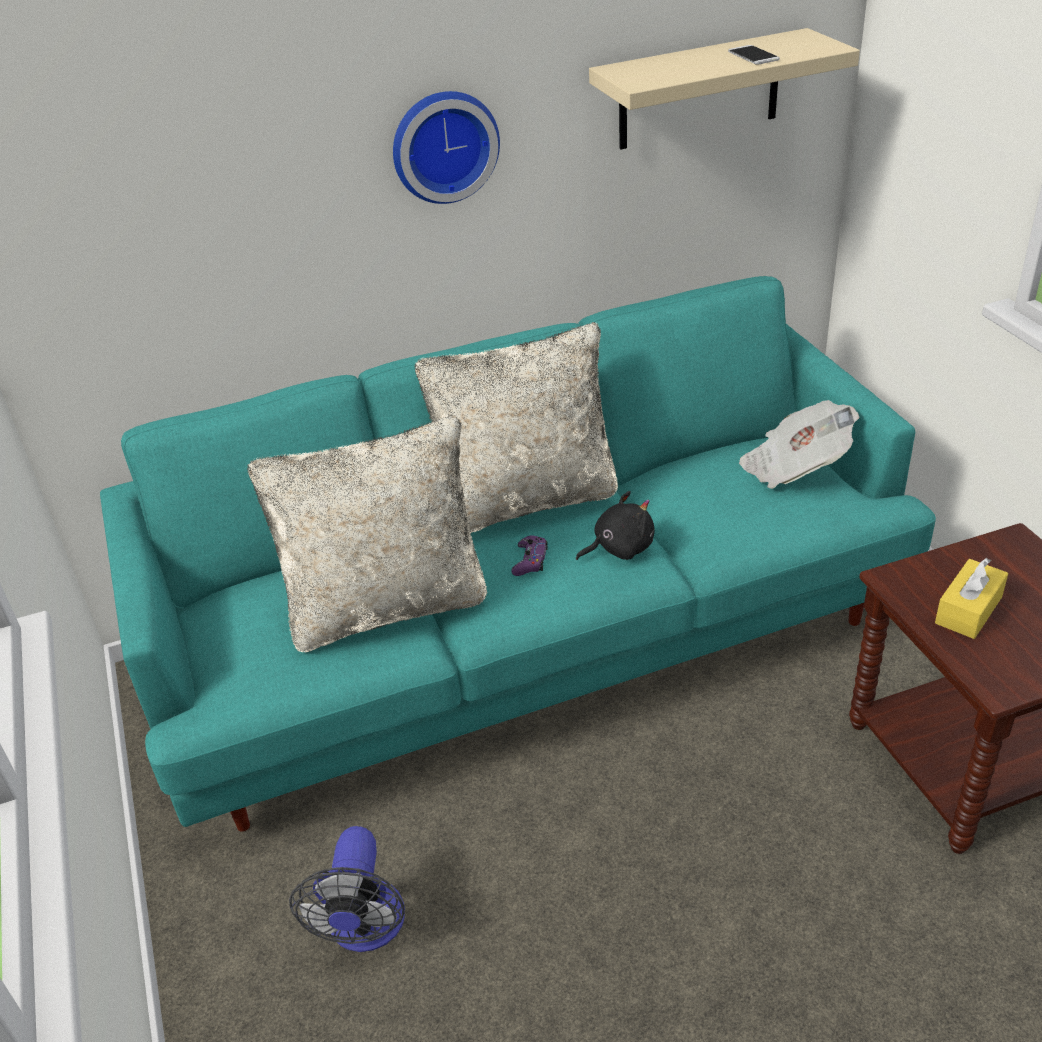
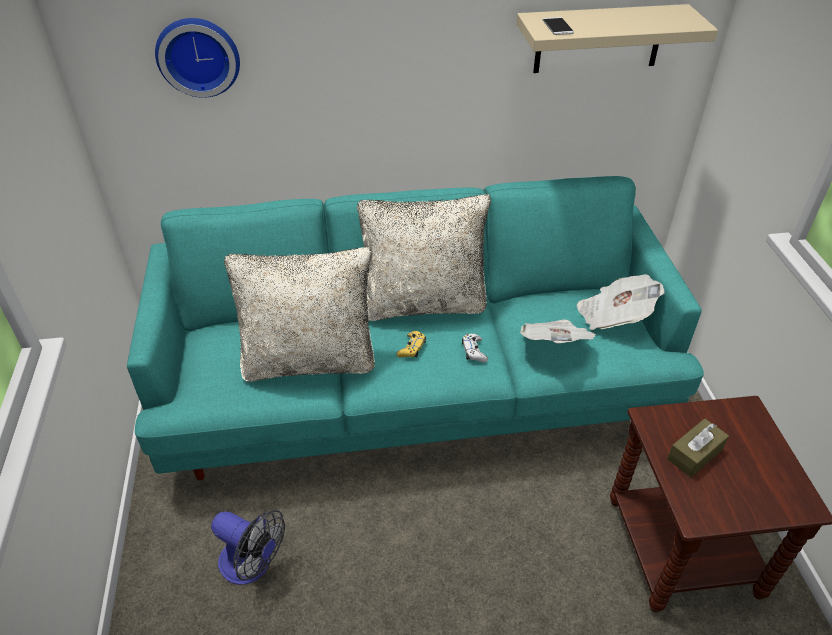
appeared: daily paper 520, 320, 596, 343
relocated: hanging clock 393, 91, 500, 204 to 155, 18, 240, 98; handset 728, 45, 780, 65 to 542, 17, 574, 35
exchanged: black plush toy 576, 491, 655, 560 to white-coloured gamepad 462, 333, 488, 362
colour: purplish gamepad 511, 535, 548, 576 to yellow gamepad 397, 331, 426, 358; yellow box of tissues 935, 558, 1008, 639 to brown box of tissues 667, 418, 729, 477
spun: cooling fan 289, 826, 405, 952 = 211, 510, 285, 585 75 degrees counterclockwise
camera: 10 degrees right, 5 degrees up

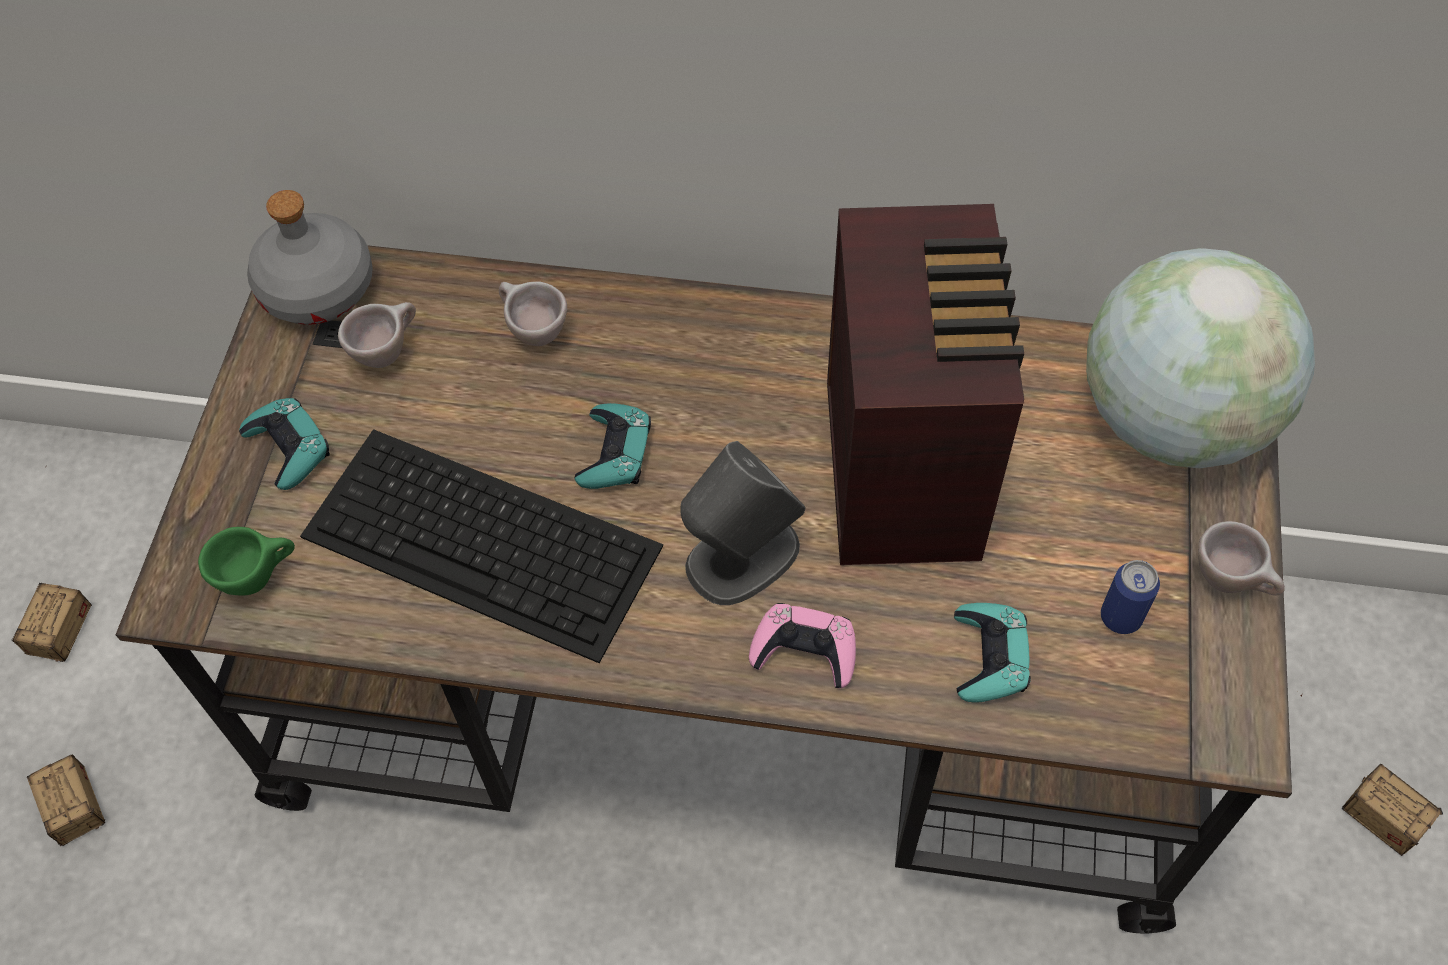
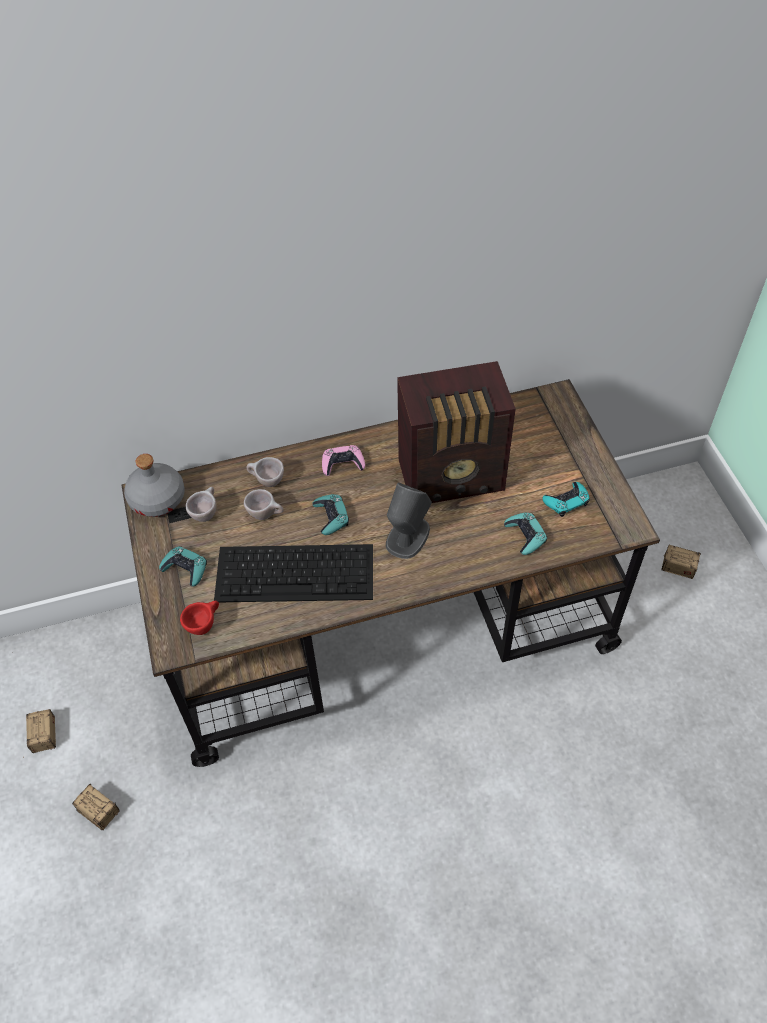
missing: globe 1086, 248, 1315, 468
relocated: beige cup 1198, 521, 1285, 596 to 244, 489, 284, 520; pink-coloured gamepad 749, 603, 856, 688 to 322, 445, 365, 476
exchanged: can 1101, 560, 1160, 634 to turquoise gamepad 542, 482, 589, 517
colour: green-coloured cup 198, 527, 295, 595 to reddish cup 180, 601, 219, 635
spun: radio 827, 204, 1024, 565 = 397, 361, 516, 503 105 degrees clockwise
camera: 25 degrees left, 5 degrees down

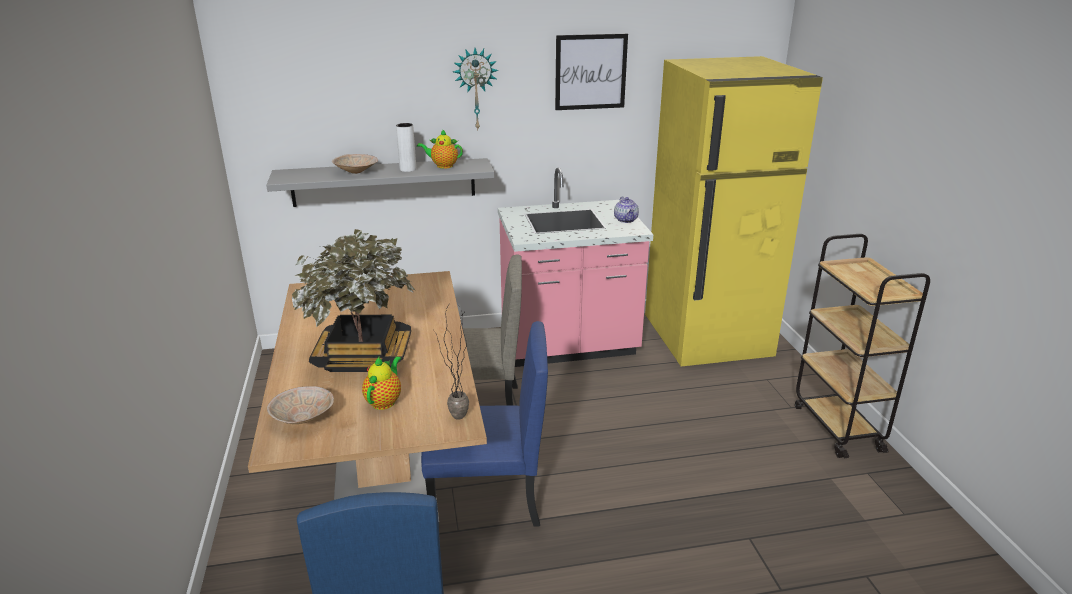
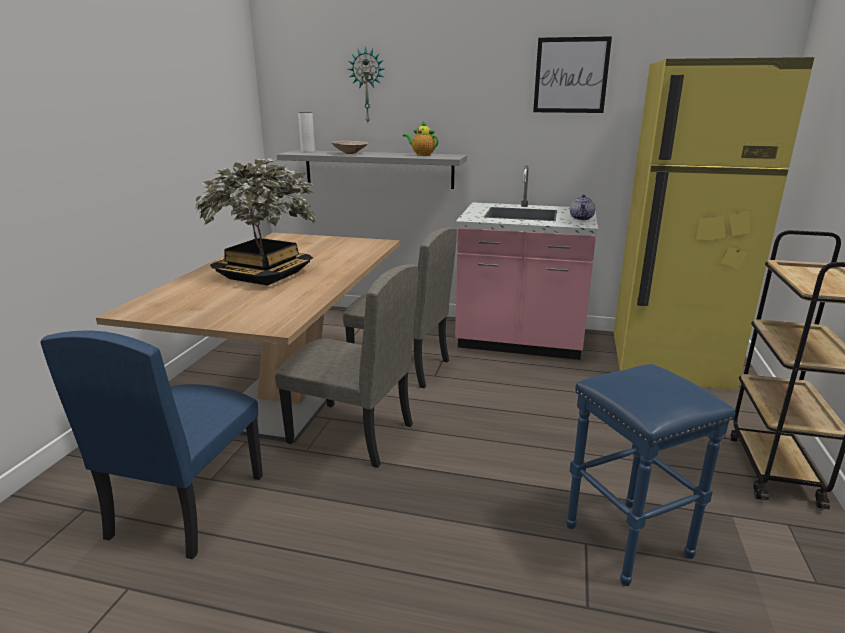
missing: beige deep dish 267, 386, 334, 424; tea pot 362, 356, 401, 410; plant in a pot 434, 302, 469, 420
appeared: blue stool 566, 364, 735, 586
relocated: white-coloured decorative vase 396, 123, 416, 172 to 298, 112, 315, 153; hanging clock 453, 48, 499, 130 to 348, 47, 385, 122
colour: blue upright chair 421, 321, 548, 526 to beige upright chair 275, 264, 418, 468
camera: 25 degrees right, 5 degrees down

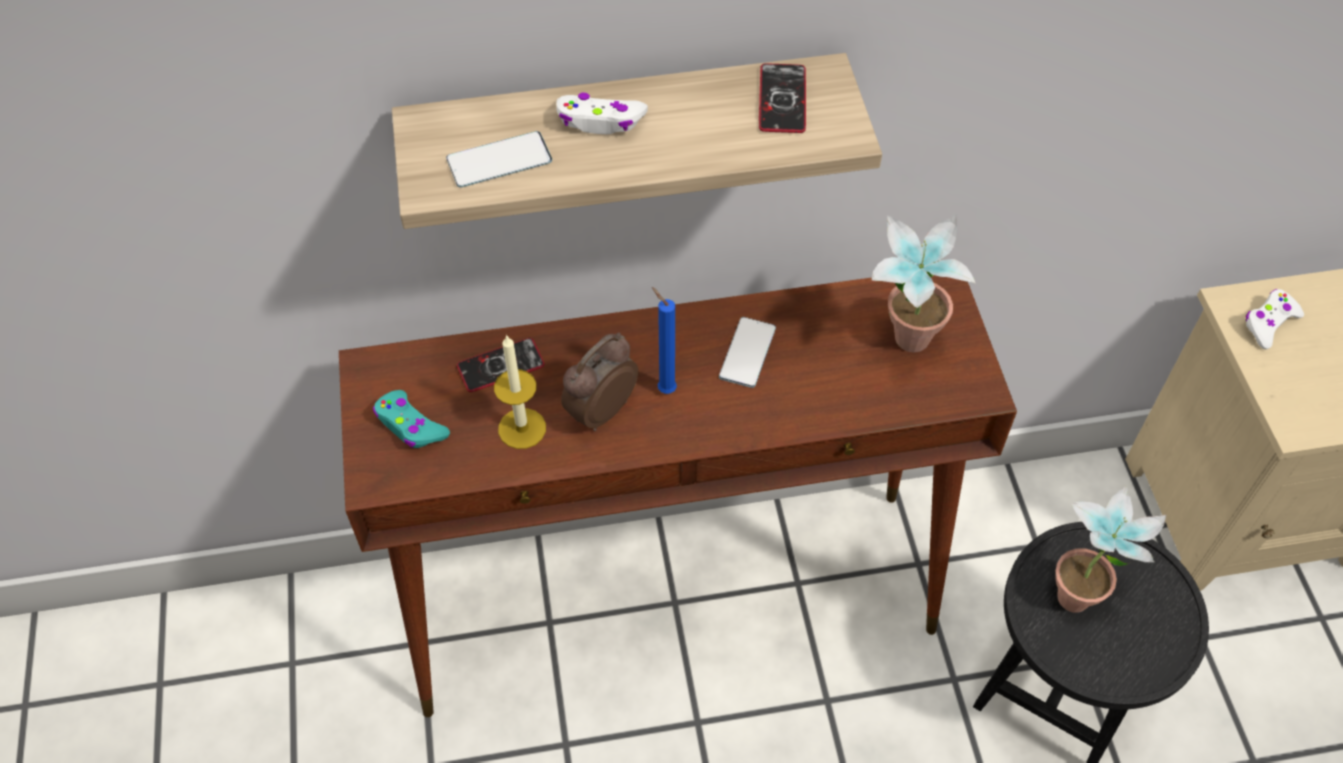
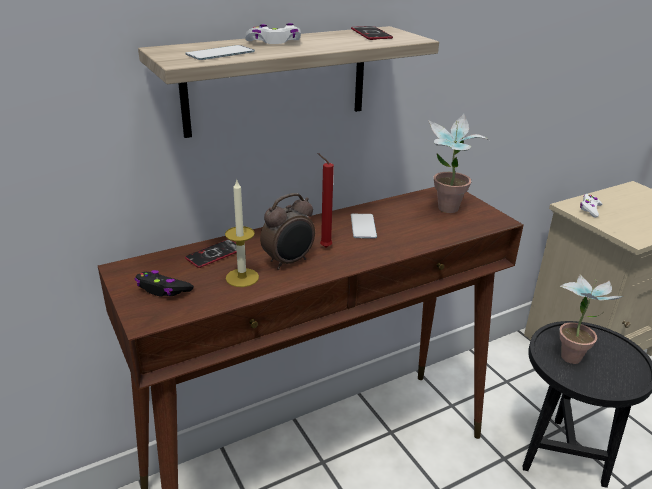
colour: turquoise gamepad 373, 390, 450, 448 to black gamepad 135, 270, 194, 297; blue wax light 652, 287, 677, 394 to reddish wax light 318, 153, 334, 247
spun: table clock 561, 332, 638, 431 = 260, 193, 315, 270 150 degrees counterclockwise
camera: 20 degrees left, 25 degrees down

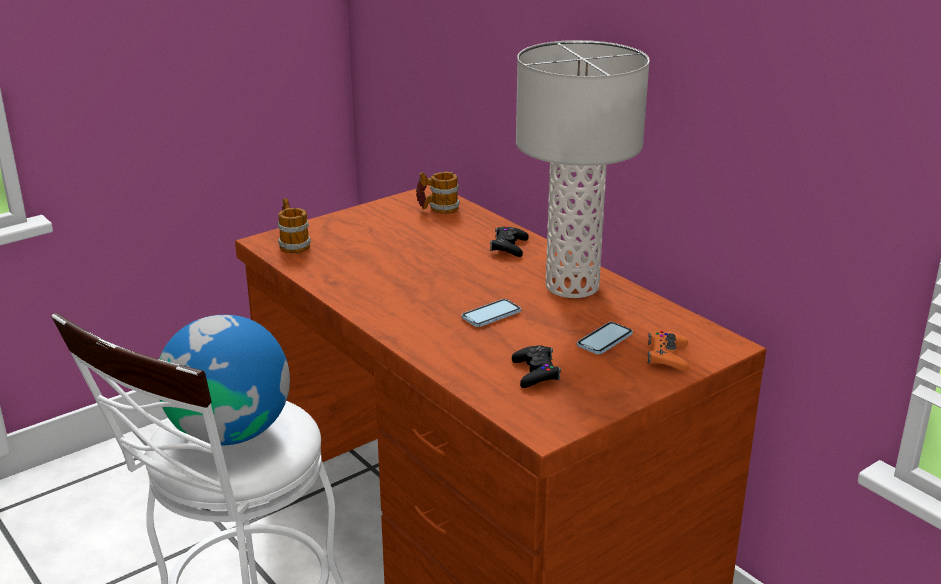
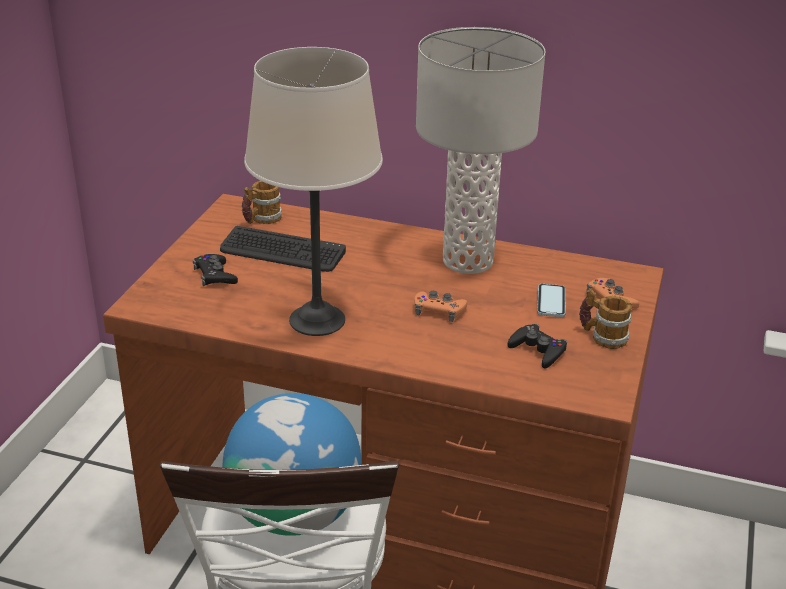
appeared: keyboard 220, 226, 346, 272; beige lamp for a table 244, 47, 383, 336
relocated: black gamepad 490, 226, 529, 257 to 193, 254, 238, 286; mug 277, 198, 311, 253 to 579, 289, 632, 349
exchanged: handset 462, 299, 521, 327 to orange-coloured gamepad 414, 291, 467, 322
camera: 35 degrees left, 5 degrees up

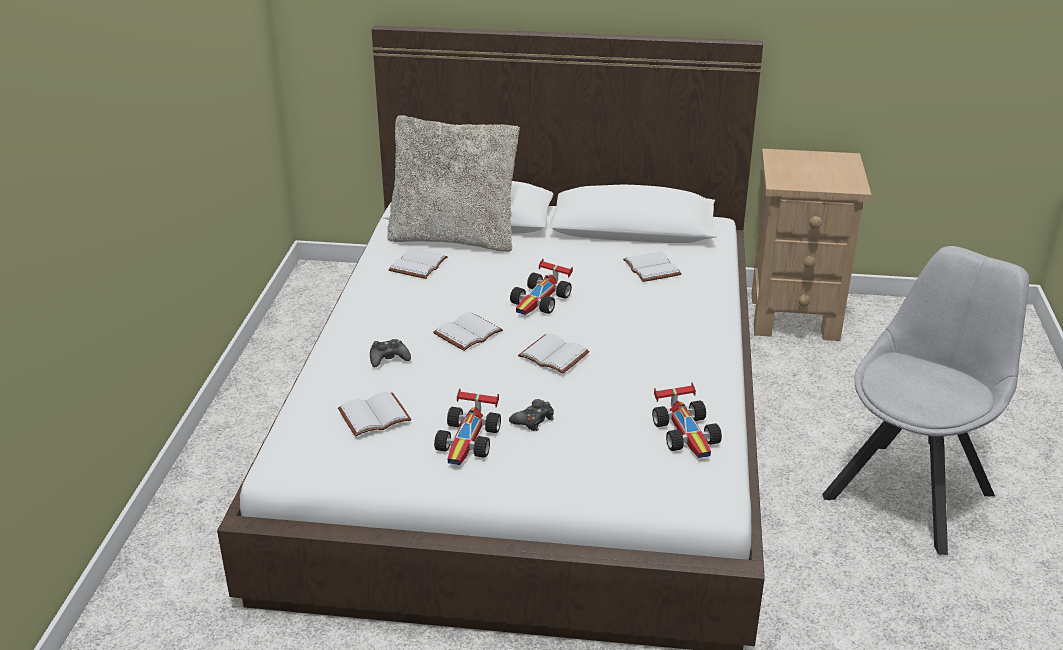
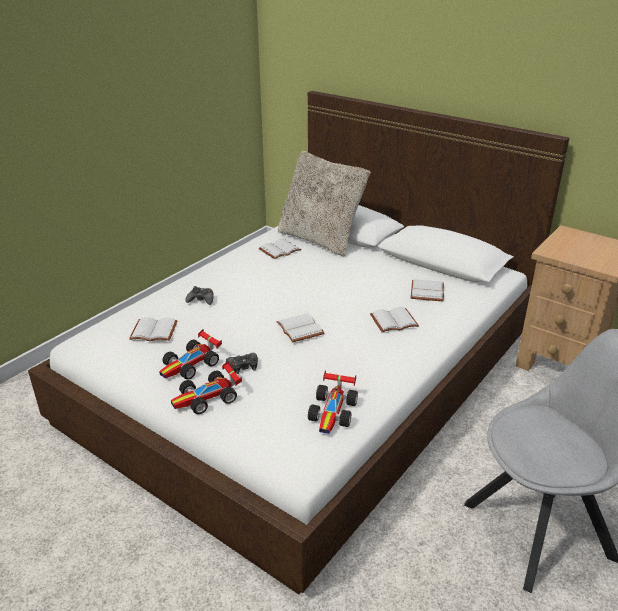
relocated: model car 510, 259, 573, 315 to 171, 361, 242, 414; white-coloured book 433, 312, 503, 351 to 370, 307, 419, 332
camera: 30 degrees right, 0 degrees up

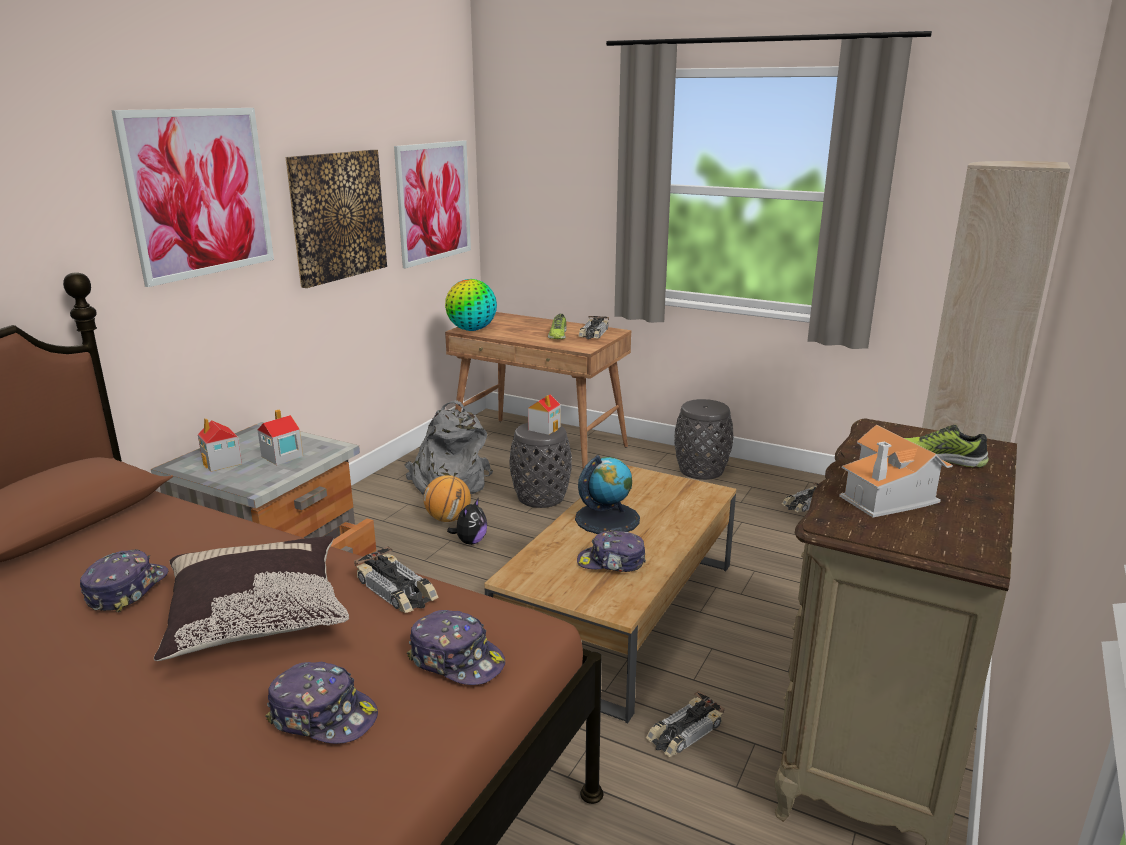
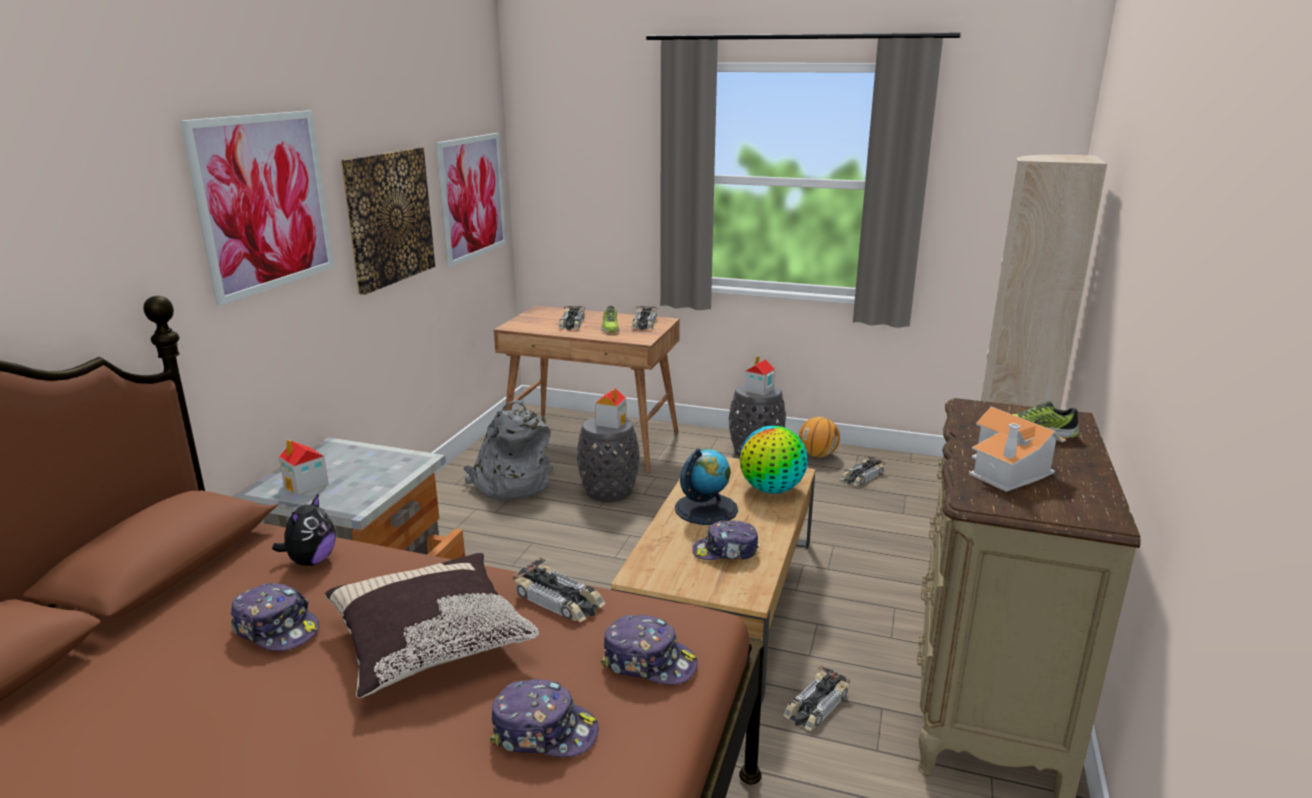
appeared: model car 559, 306, 585, 330
relocated: plush toy 447, 498, 487, 545 to 272, 494, 336, 566; globe 445, 279, 497, 331 to 740, 426, 808, 494; miniature house 258, 409, 303, 465 to 745, 355, 775, 396; basketball ball 424, 475, 471, 522 to 799, 417, 840, 457
spun: peaked cap 80, 549, 168, 612 = 230, 583, 319, 651 120 degrees clockwise
camera: 10 degrees left, 0 degrees up

